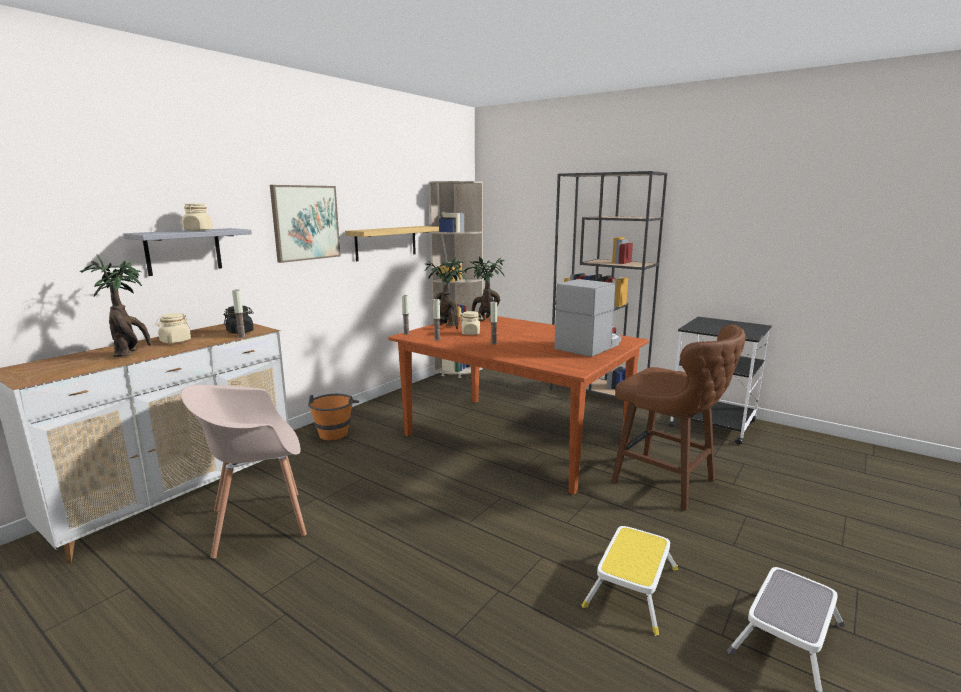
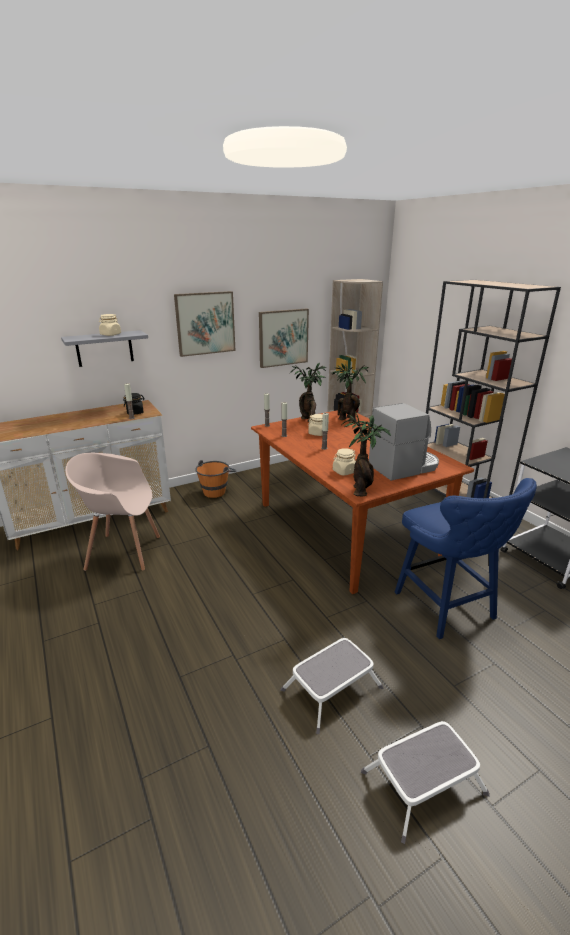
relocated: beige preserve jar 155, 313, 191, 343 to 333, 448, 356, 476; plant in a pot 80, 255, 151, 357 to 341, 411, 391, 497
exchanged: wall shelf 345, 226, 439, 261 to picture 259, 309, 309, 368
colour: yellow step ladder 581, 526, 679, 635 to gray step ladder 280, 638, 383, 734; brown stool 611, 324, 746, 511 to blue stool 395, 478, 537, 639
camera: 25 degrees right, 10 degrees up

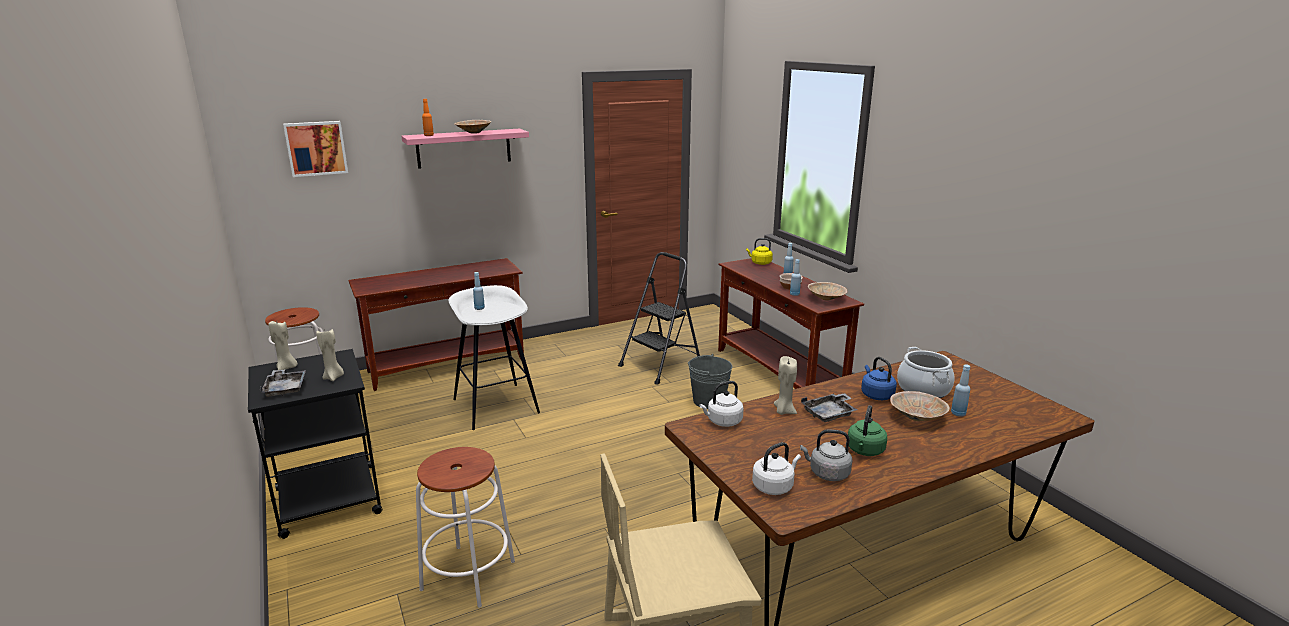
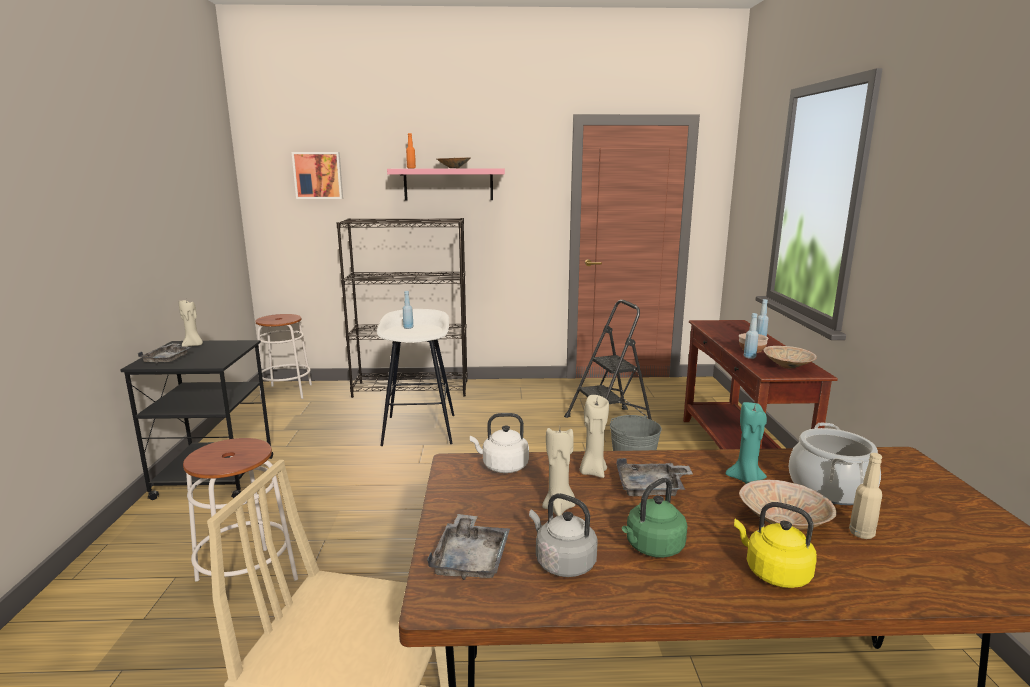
relocated: beige wax light 316, 329, 344, 381 to 542, 428, 575, 516; yellow water kettle 746, 238, 773, 265 to 734, 502, 817, 588
exchanged: brown console table 348, 258, 524, 391 to black bookshelf 337, 218, 468, 398; white-coloured water kettle 752, 442, 801, 495 to gray serving tray 427, 514, 510, 580; blue water kettle 861, 357, 897, 400 to turquoise wax light 725, 402, 767, 484
colour: blue drink bottle 951, 365, 970, 417 to beige drink bottle 849, 453, 882, 539
camera: 25 degrees right, 5 degrees down

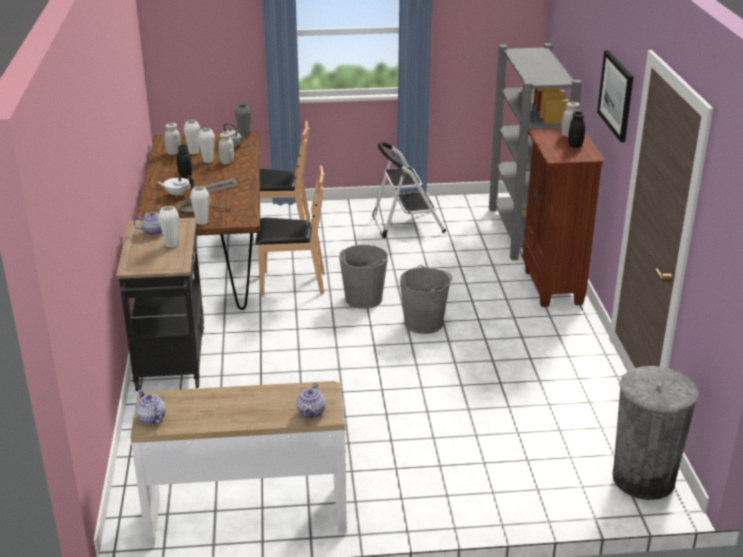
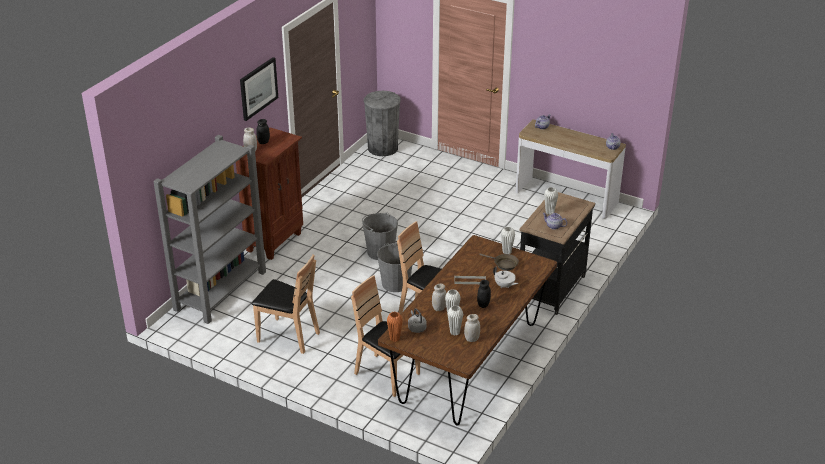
exchanged: step ladder 372, 142, 446, 238 to brown upright chair 252, 254, 320, 354
colour: gray decorative vase 235, 104, 251, 137 to orange-coloured decorative vase 387, 312, 403, 342
camera: 145 degrees left, 5 degrees up

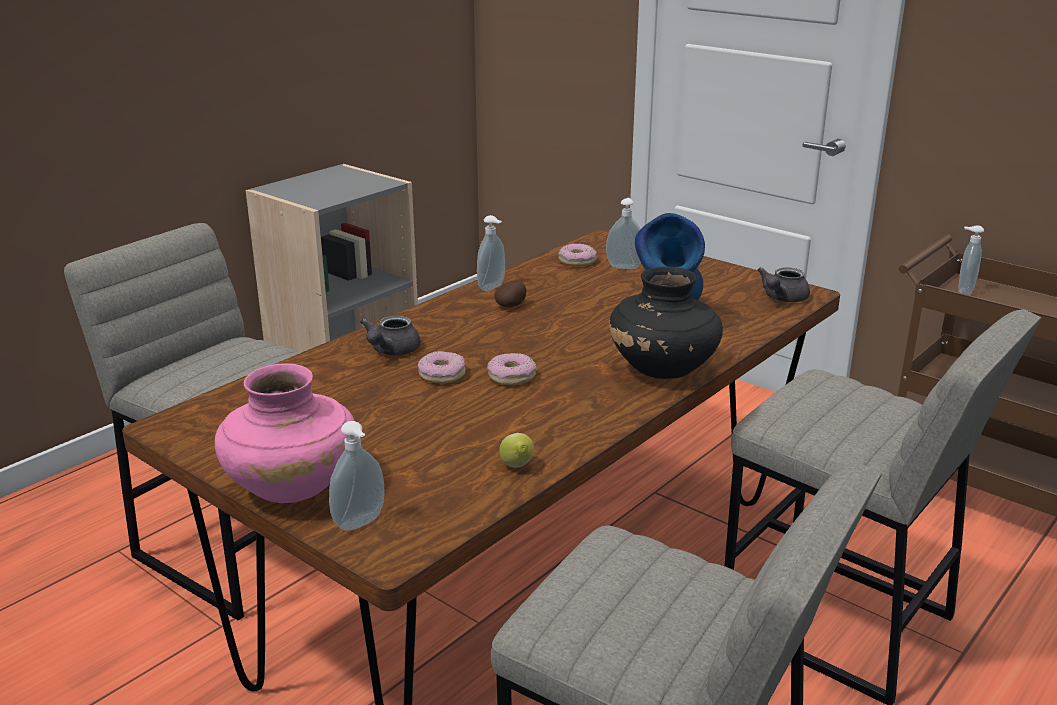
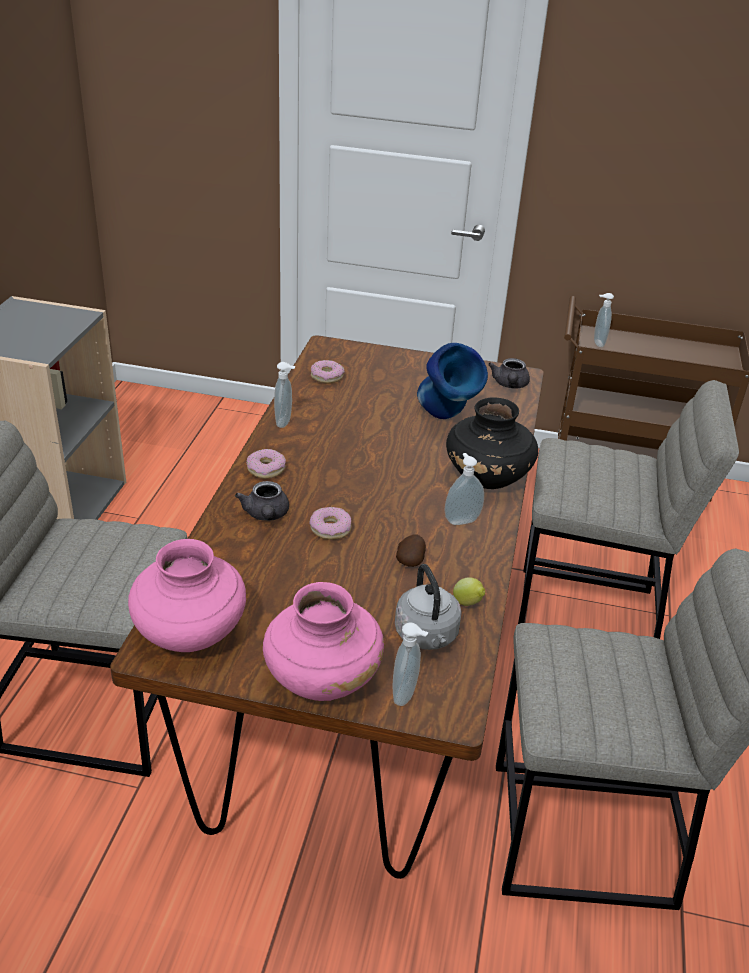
appeared: pink-coloured decorative vase 128, 539, 246, 652; gray water kettle 395, 564, 462, 650
relocated: doughnut 487, 353, 537, 385 to 246, 449, 286, 479; potato 495, 280, 526, 307 to 396, 534, 426, 567; soap dispenser 606, 198, 641, 269 to 444, 453, 484, 525
camera: 30 degrees left, 10 degrees up

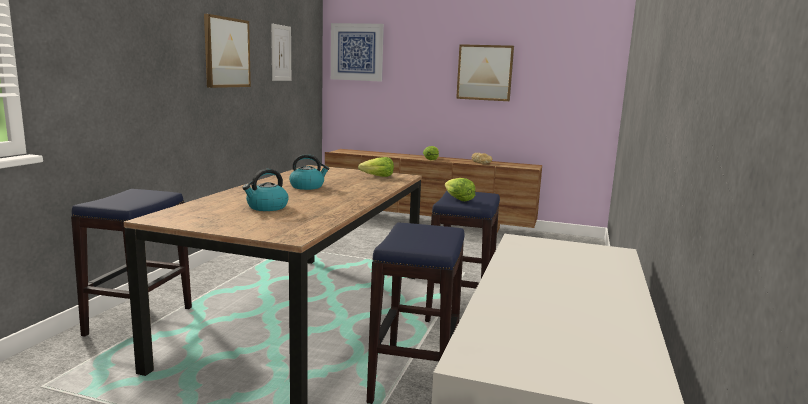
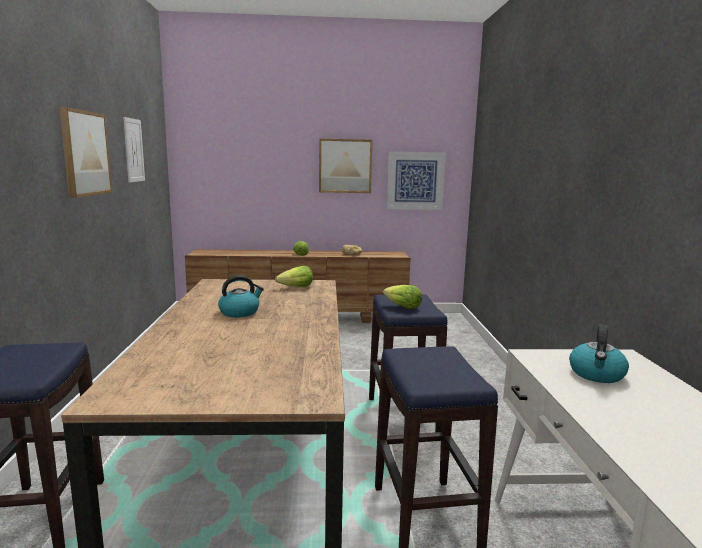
relocated: picture 331, 23, 384, 82 to 387, 151, 446, 210; water kettle 242, 169, 289, 211 to 569, 325, 629, 383
camera: 20 degrees left, 0 degrees up

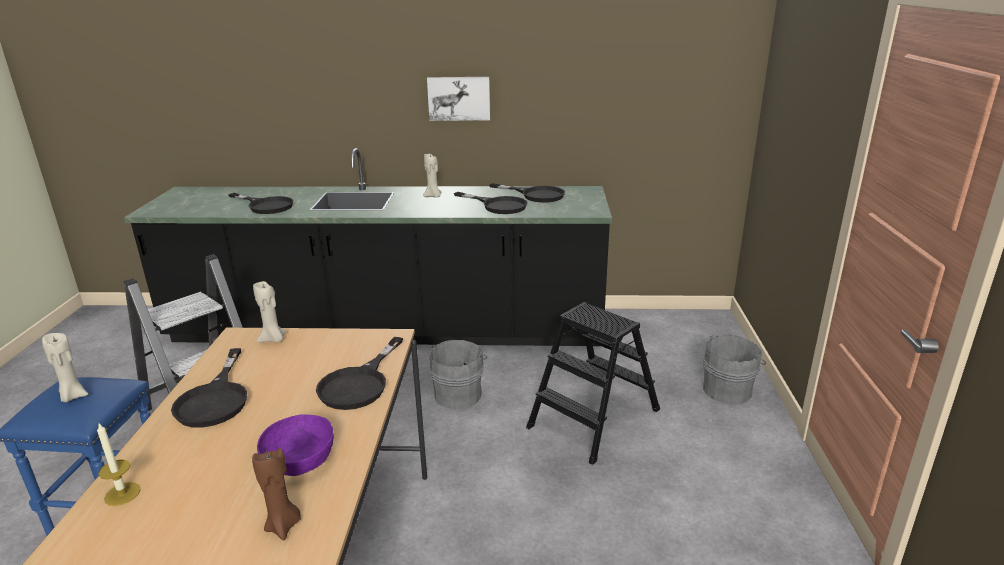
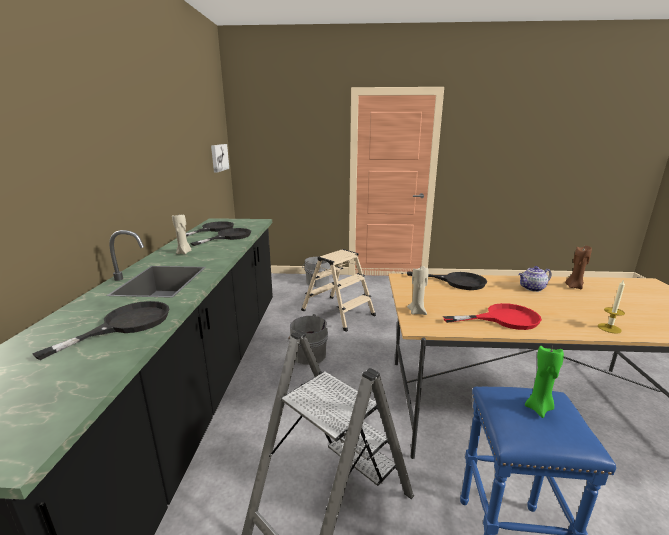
relocated: picture 427, 77, 490, 121 to 211, 144, 229, 172
exchanged: purplish deep dish 257, 414, 334, 476 to tea pot 519, 266, 551, 292
colour: black step ladder 526, 302, 660, 465 to beige step ladder 301, 249, 376, 332; black skillet 171, 348, 247, 428 to reddish skillet 443, 303, 542, 330; beige wax light 42, 333, 89, 402 to green-coloured wax light 525, 346, 564, 418
camera: 90 degrees left, 5 degrees down

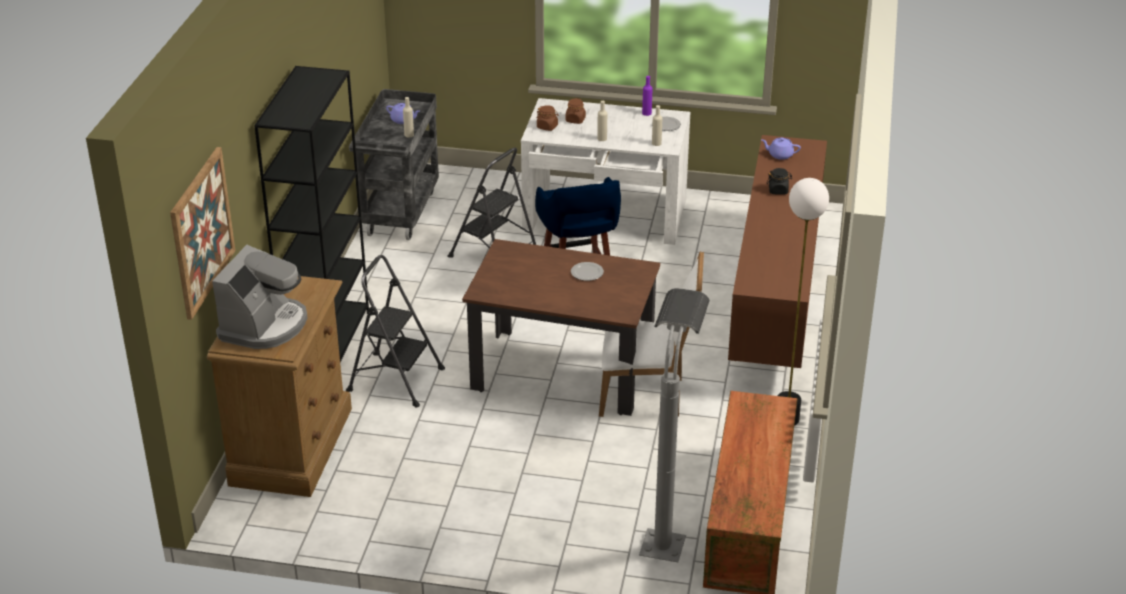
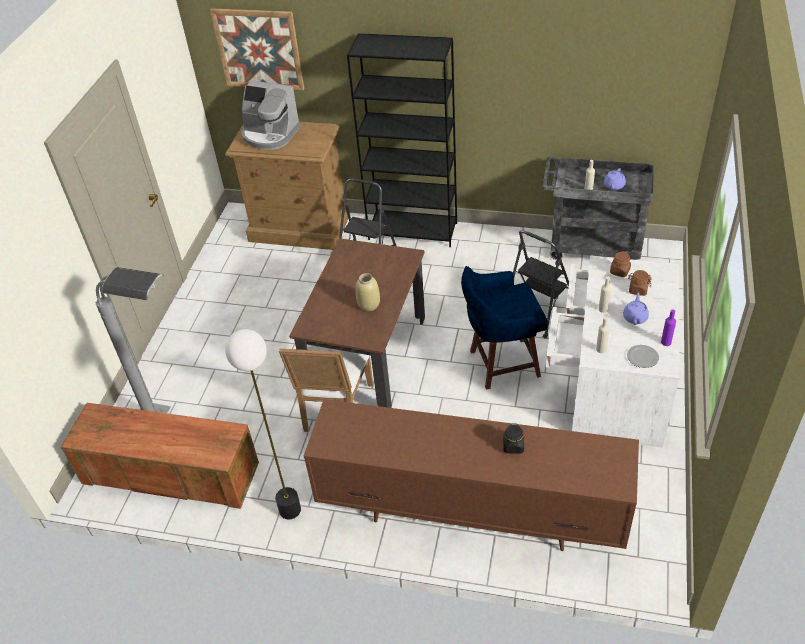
relocated: purplish tea pot 761, 138, 801, 160 to 623, 292, 649, 325
exchanged: dinner plate 571, 262, 604, 281 to beige decorative vase 356, 273, 380, 311
camera: 95 degrees right, 10 degrees up

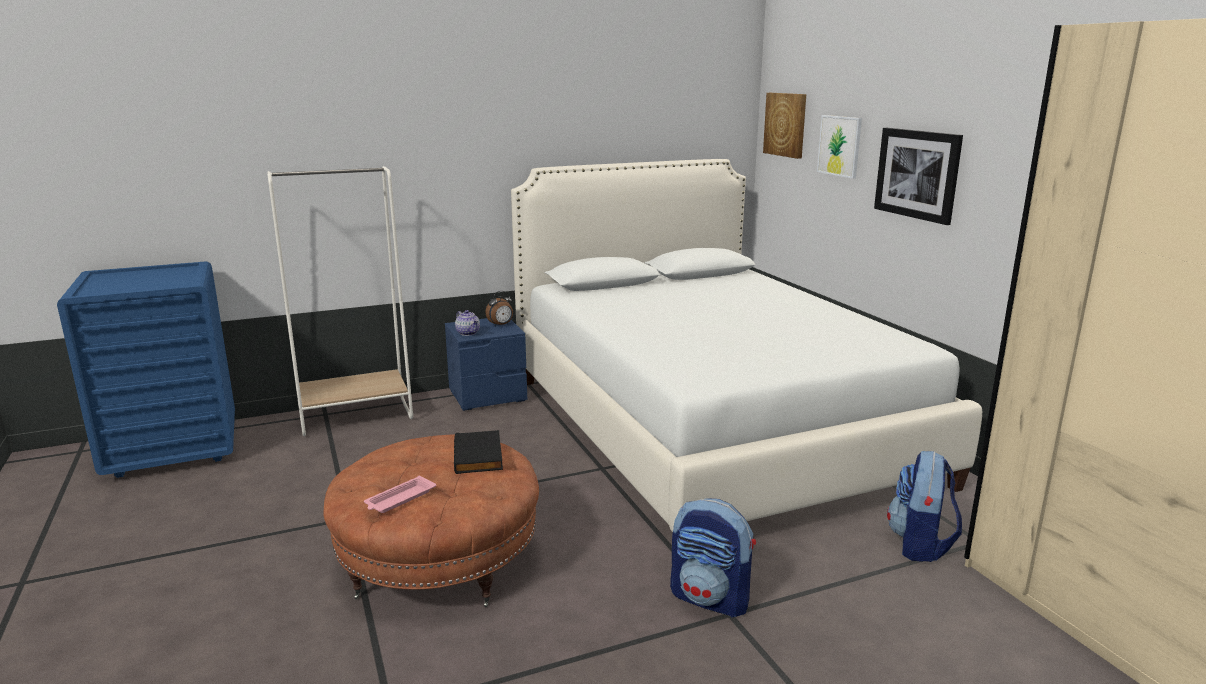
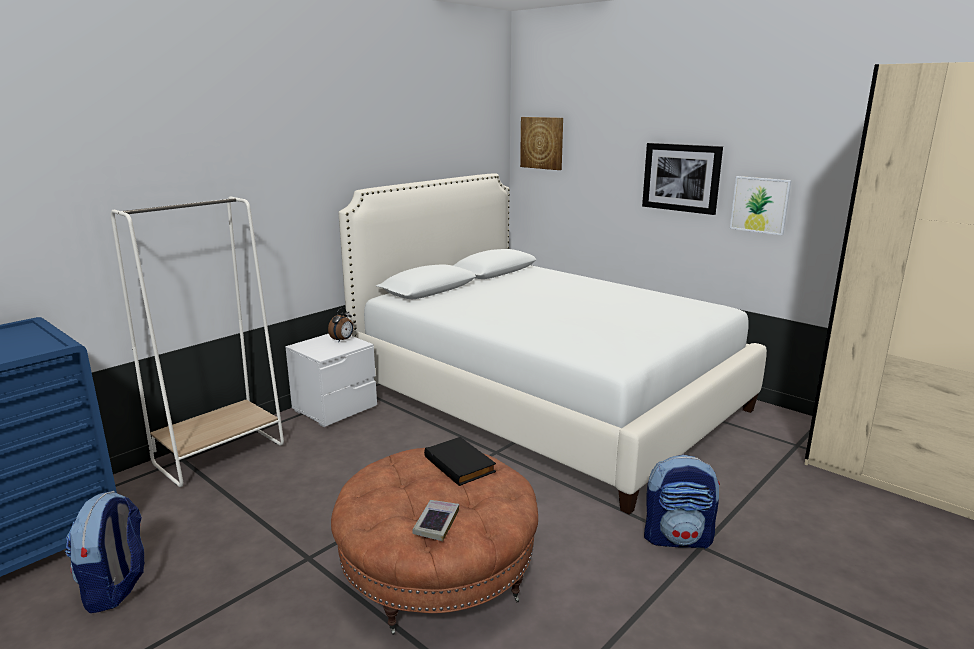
missing: tea pot 455, 310, 480, 336
relocated: backpack 887, 451, 962, 562 to 65, 491, 144, 613; picture 817, 115, 862, 179 to 730, 176, 792, 235
exchanged: pink-coloured serving tray 364, 475, 436, 513 to book 412, 500, 459, 541
colour: blue nightstand 445, 318, 527, 411 to white-coloured nightstand 285, 334, 377, 427
camera: 25 degrees left, 0 degrees up

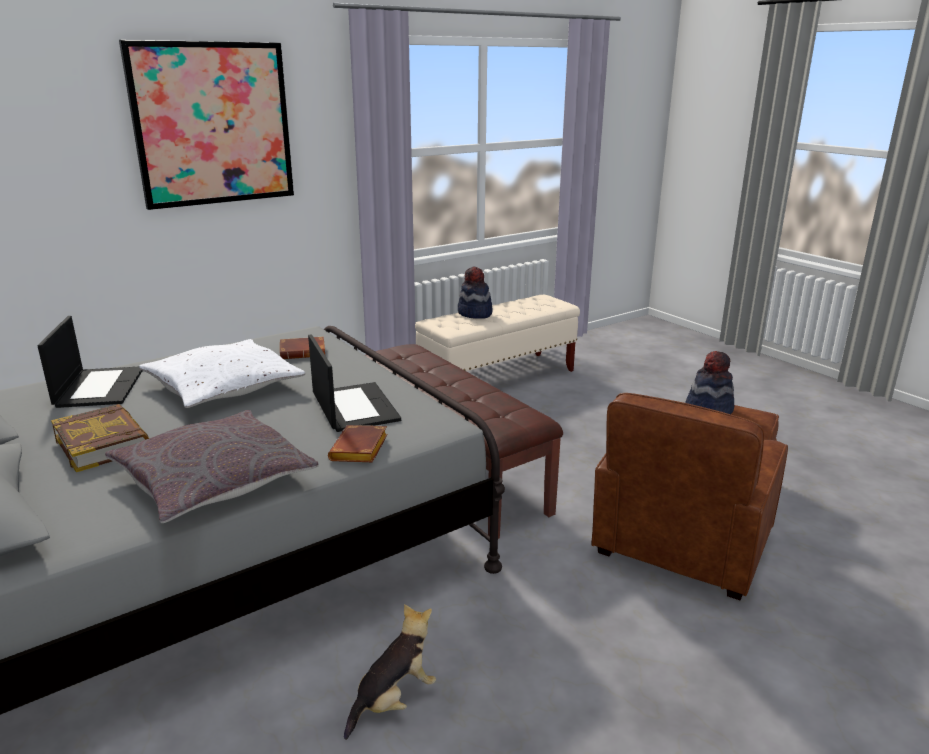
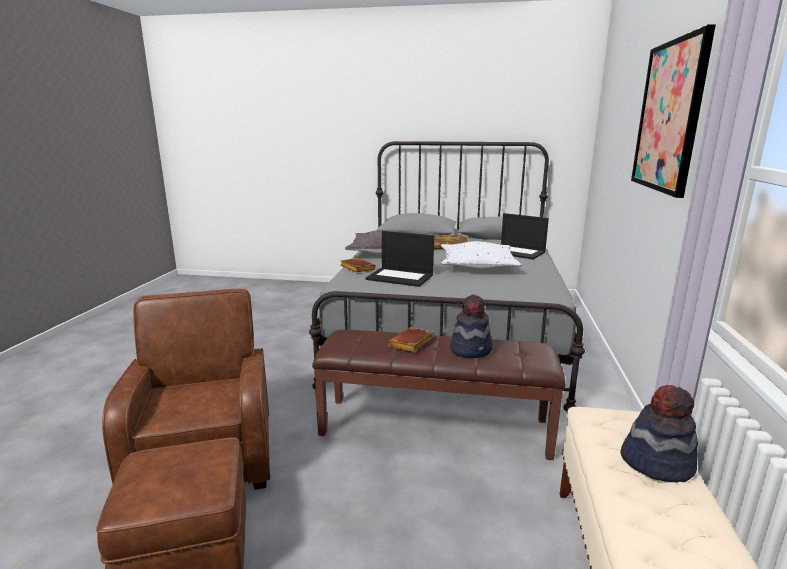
missing: plush toy 344, 604, 436, 740
relocated: brown book 280, 337, 325, 359 to 388, 327, 434, 352; clothing hat 685, 351, 734, 414 to 450, 294, 493, 358
camera: 135 degrees right, 5 degrees down

